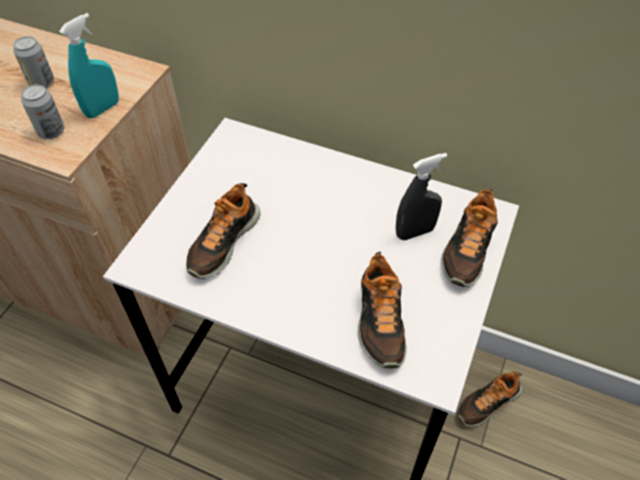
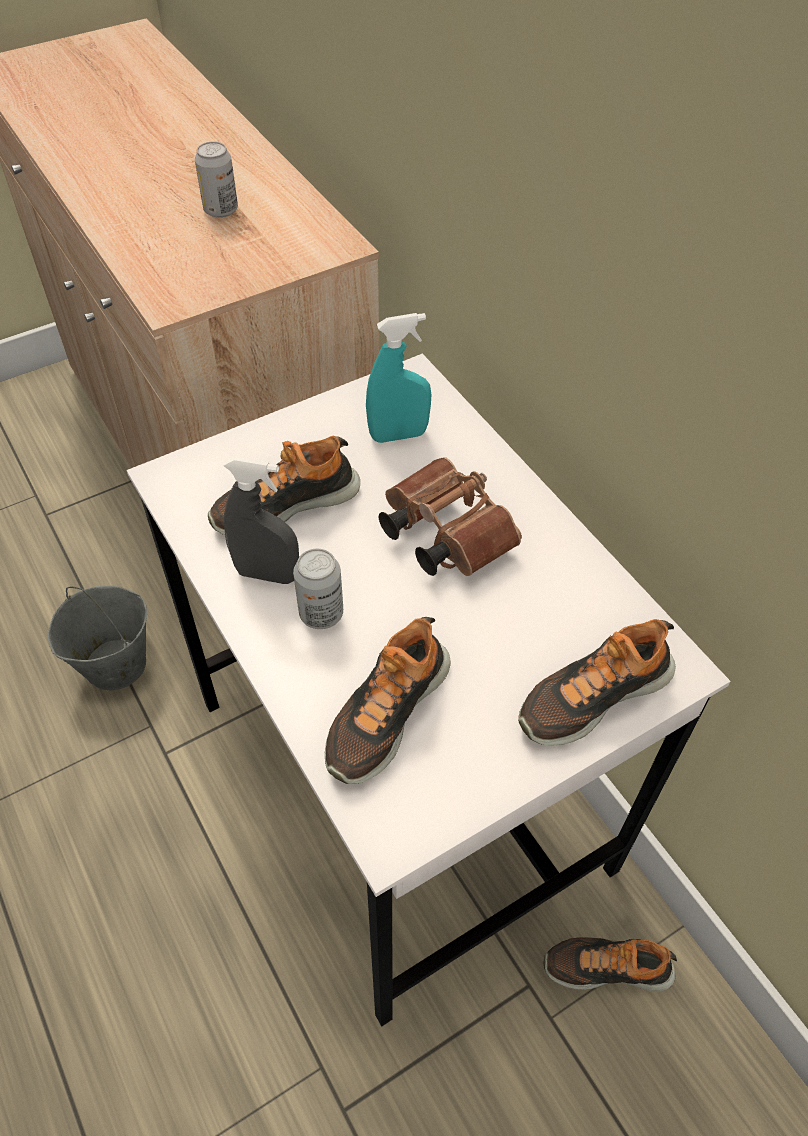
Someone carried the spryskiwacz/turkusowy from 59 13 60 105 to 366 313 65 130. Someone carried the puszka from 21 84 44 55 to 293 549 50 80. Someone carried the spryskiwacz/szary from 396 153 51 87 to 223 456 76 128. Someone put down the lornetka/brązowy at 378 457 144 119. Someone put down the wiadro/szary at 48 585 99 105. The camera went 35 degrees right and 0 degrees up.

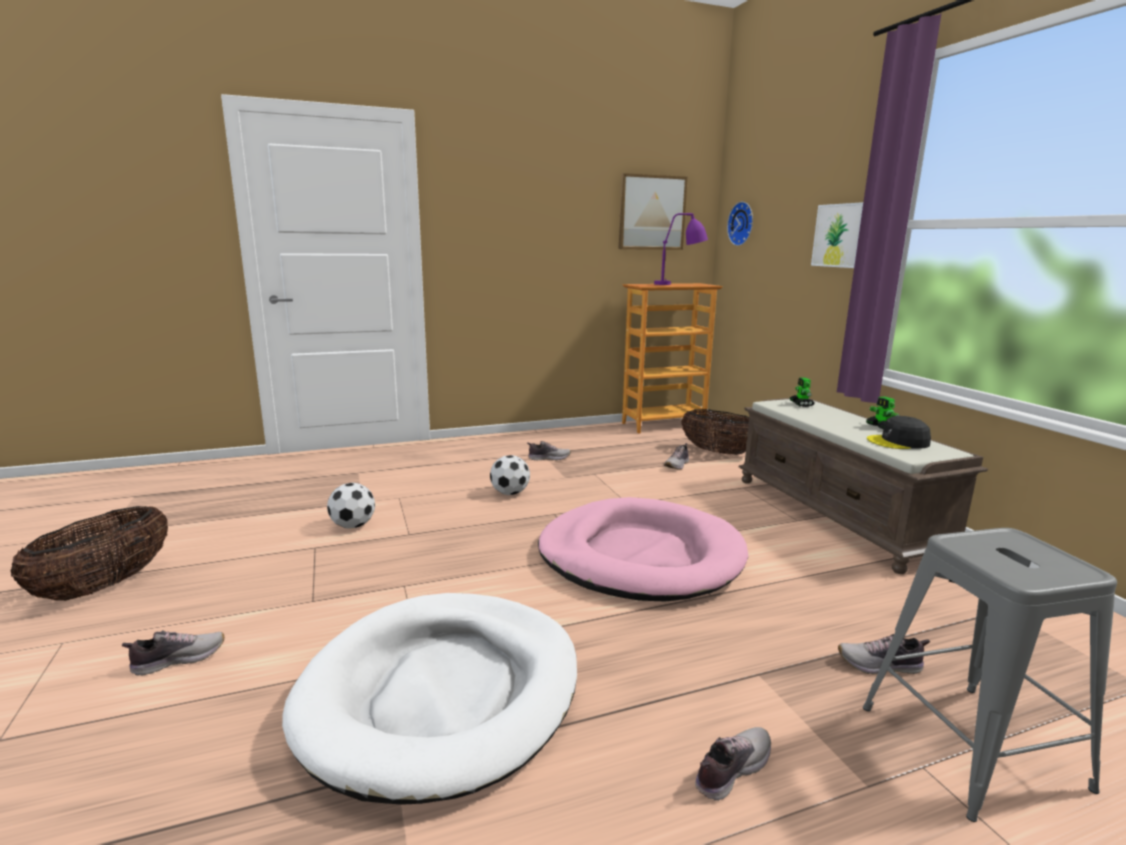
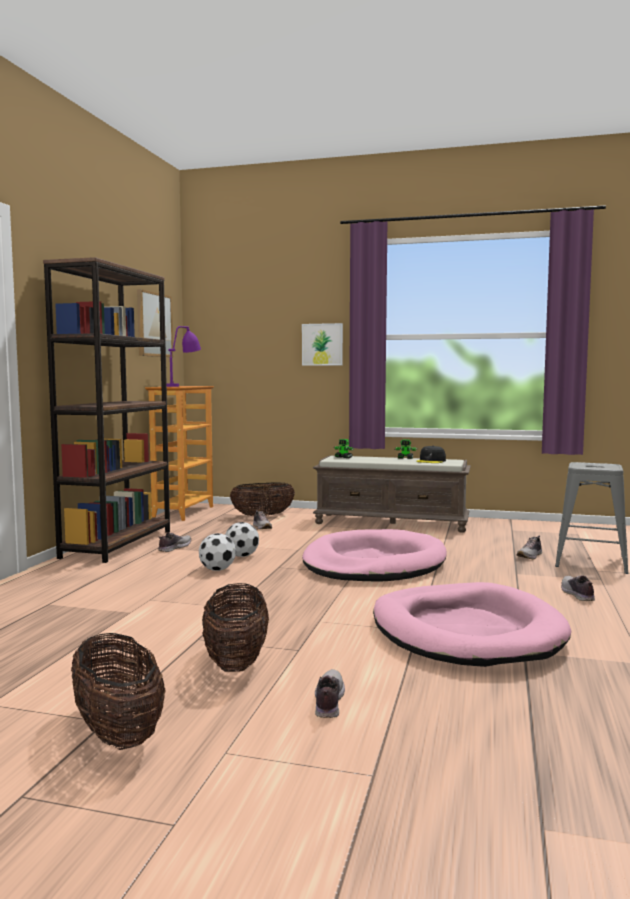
Someone took away the zegar ścienny at 727 202 26 44. Someone carried the piłka futbolowa from 327 483 48 46 to 225 522 34 35. Someone repainted the legowisko/biały at 282 593 295 212, which became the legowisko/różowy at 373 582 198 85. Someone put down the regał/brązowy at 43 257 127 306. Someone put down the koszyk at 202 583 67 89. The camera went 55 degrees left and 10 degrees down.

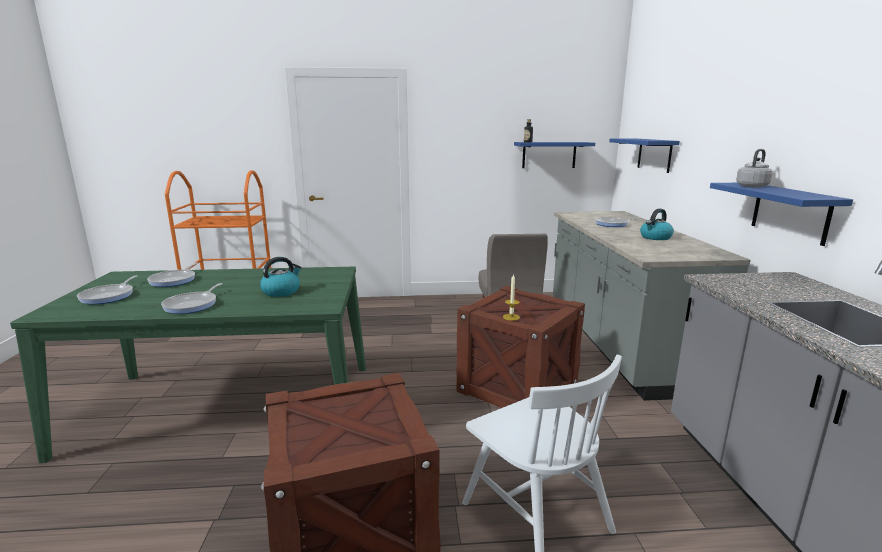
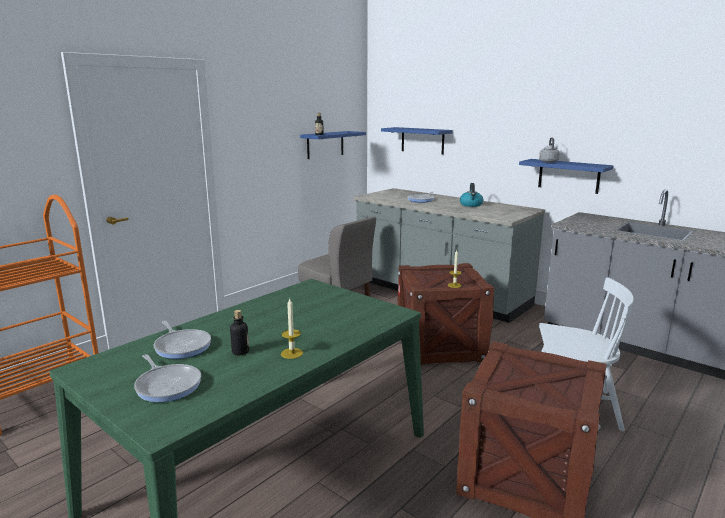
Someone took away the czajnik at 260 257 42 40. Someone swapped the patelnia at 161 283 62 31 for the świeca at 281 299 22 60. Someone put down the butelka at 230 310 19 45. The camera went 45 degrees left and 0 degrees up.

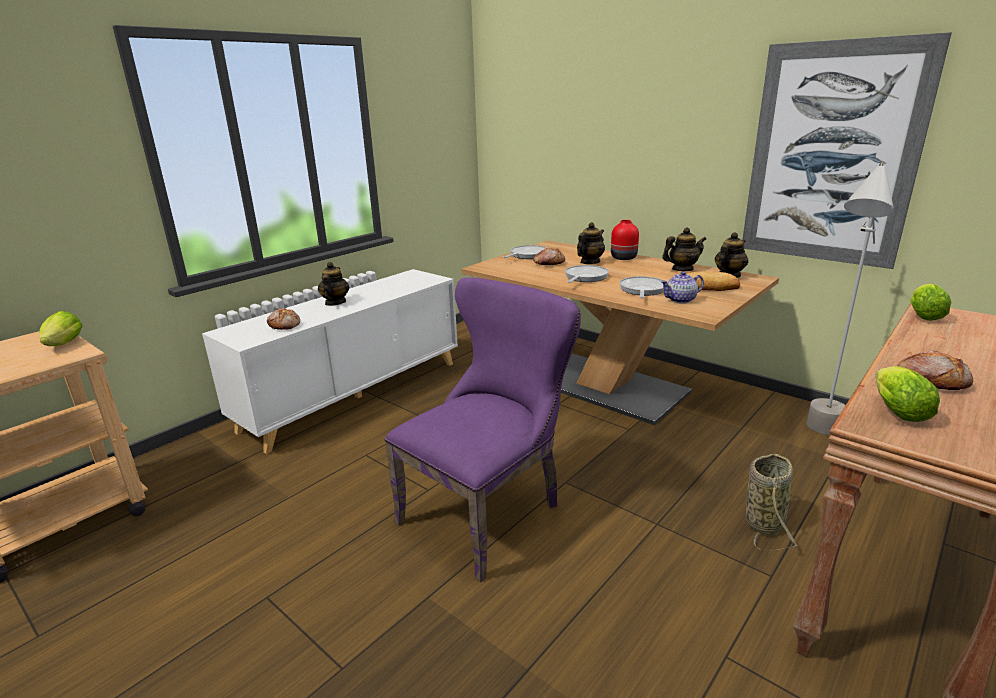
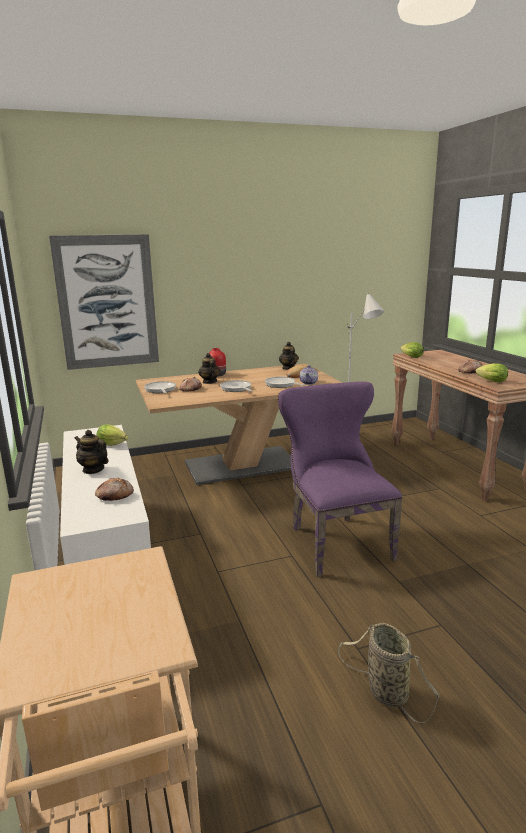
Someone carried the obraz from 742 32 210 237 to 49 234 110 136. Someone took away the imbryk at 662 227 44 44. Someone carried the sałata from 40 311 43 35 to 96 424 32 22. Someone carried the koszyk from 745 454 54 97 to 338 623 102 100. The camera went 60 degrees left and 5 degrees down.

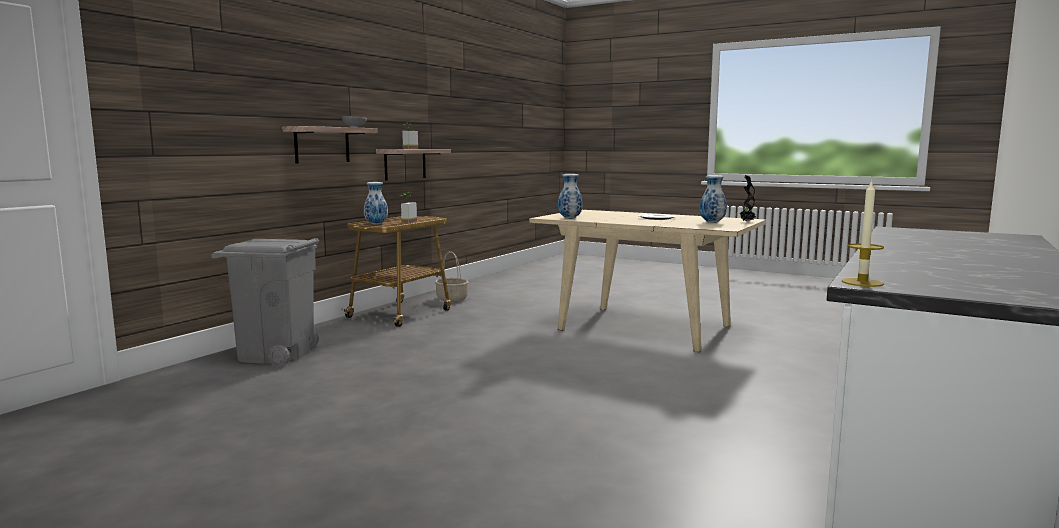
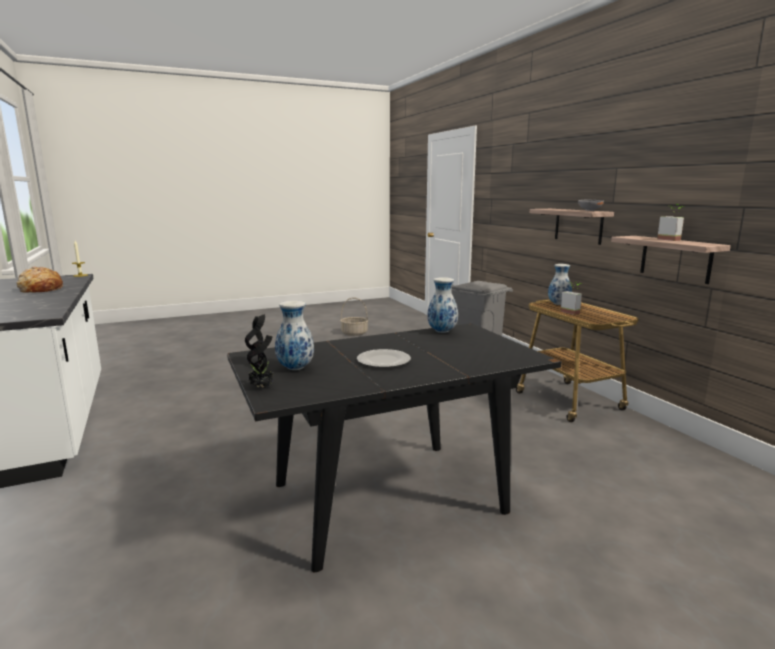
Someone repainted the stół jadalny/beżowy at 529 210 237 142, which became the stół jadalny/czarny at 227 323 335 250. Someone carried the koszyk from 435 251 34 51 to 340 298 28 38. Someone put down the chleb at 16 266 47 27. The camera went 125 degrees right and 5 degrees up.

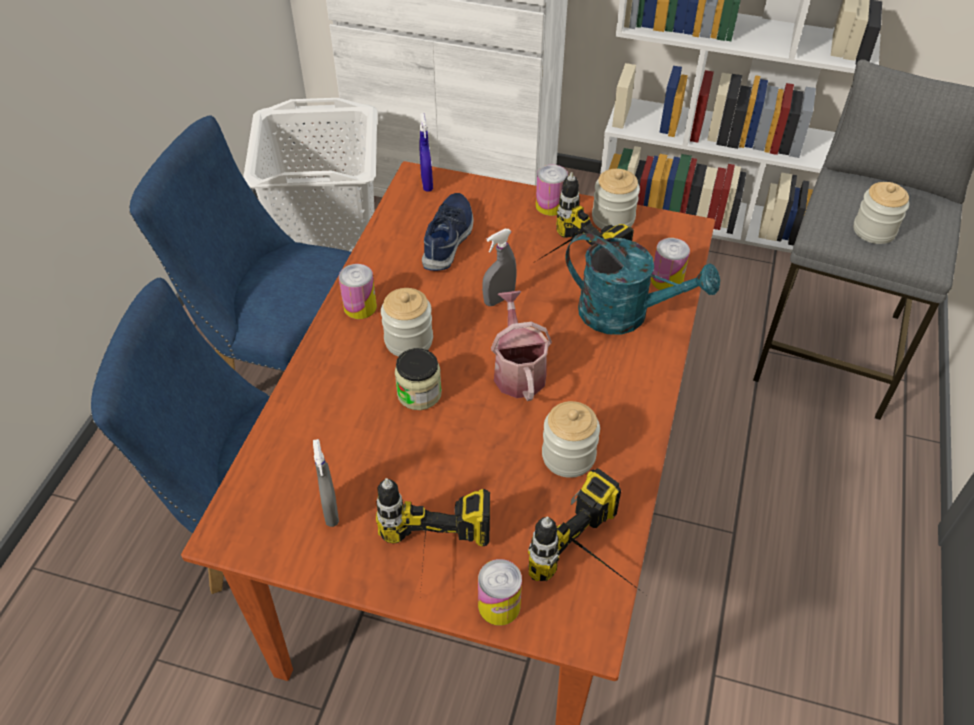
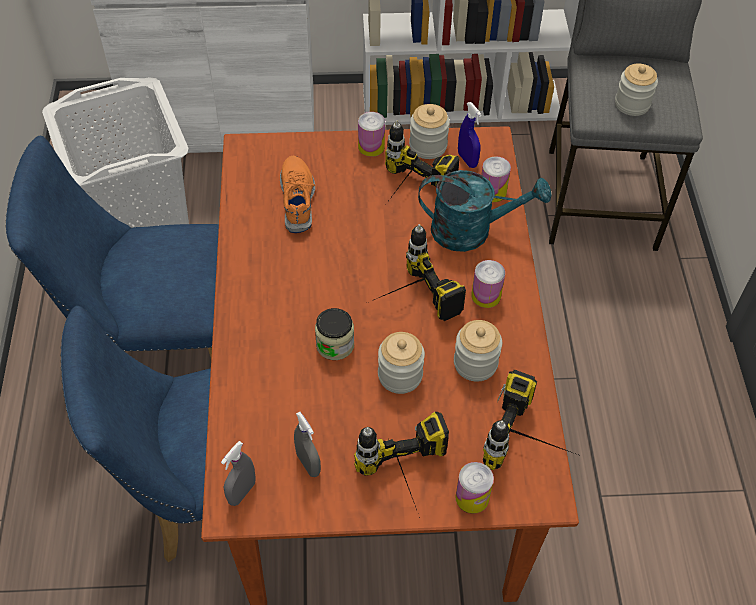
Someone carried the spryskiwacz/niebieski from 419 113 14 79 to 458 102 24 66. Someone repainted the but/niebieski at 422 193 51 78, which became the but/pomarańczowy at 280 155 35 78. Someone carried the spryskiwacz/szary from 482 229 35 77 to 221 441 35 65. Someone carried the puszka from 339 264 38 55 to 471 260 34 48. Someone carried the słoik from 381 288 52 69 to 378 332 47 62. Someone swapped the konewka at 491 291 61 110 for the wiertarka at 367 224 99 97. The camera went 20 degrees left and 5 degrees up.

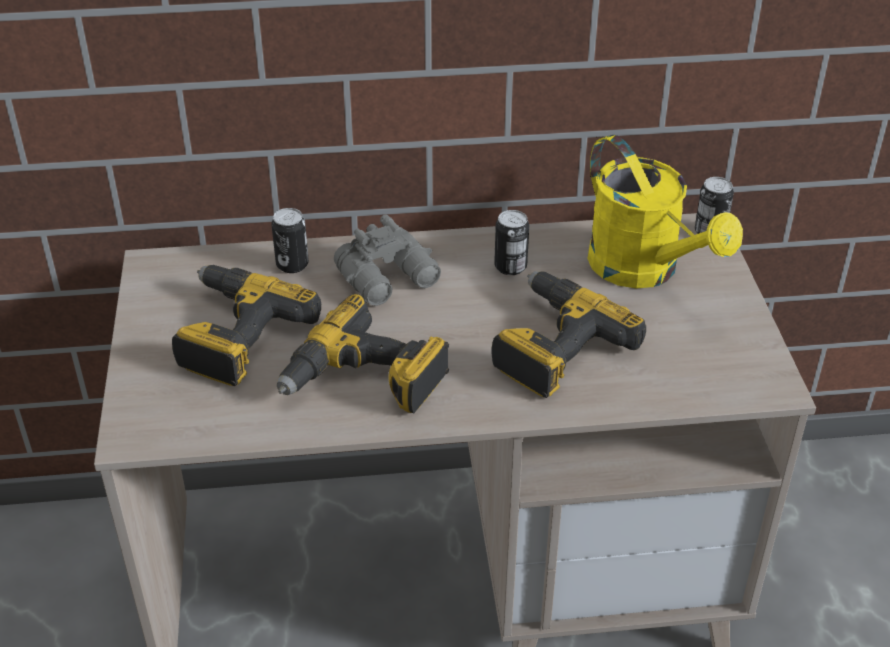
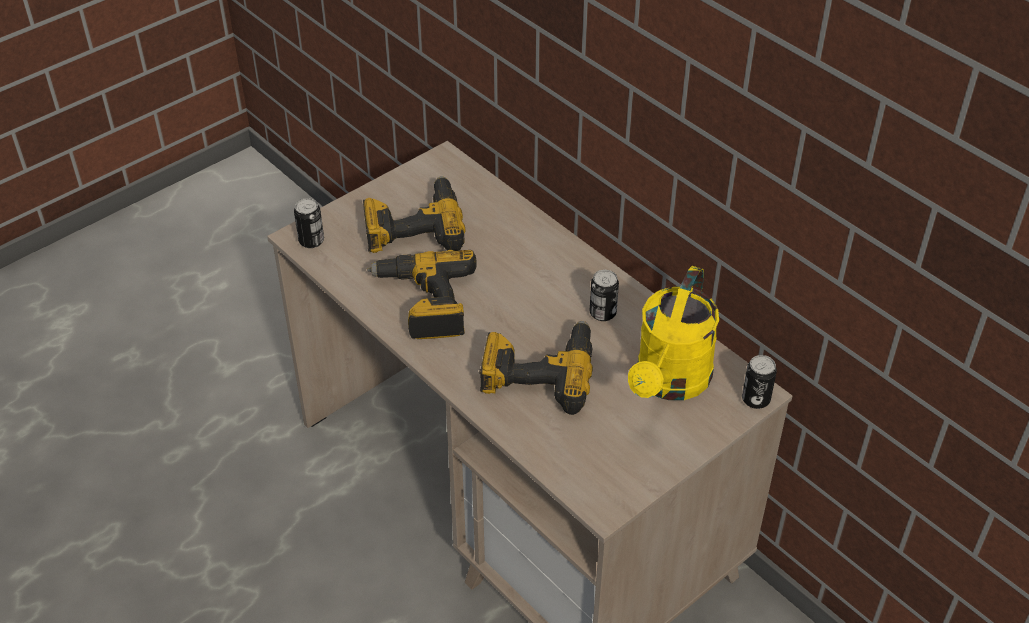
Someone carried the puszka from 271 208 38 65 to 294 198 30 50. Someone took away the lornetka/szary at 334 214 107 92. The camera went 55 degrees right and 5 degrees up.

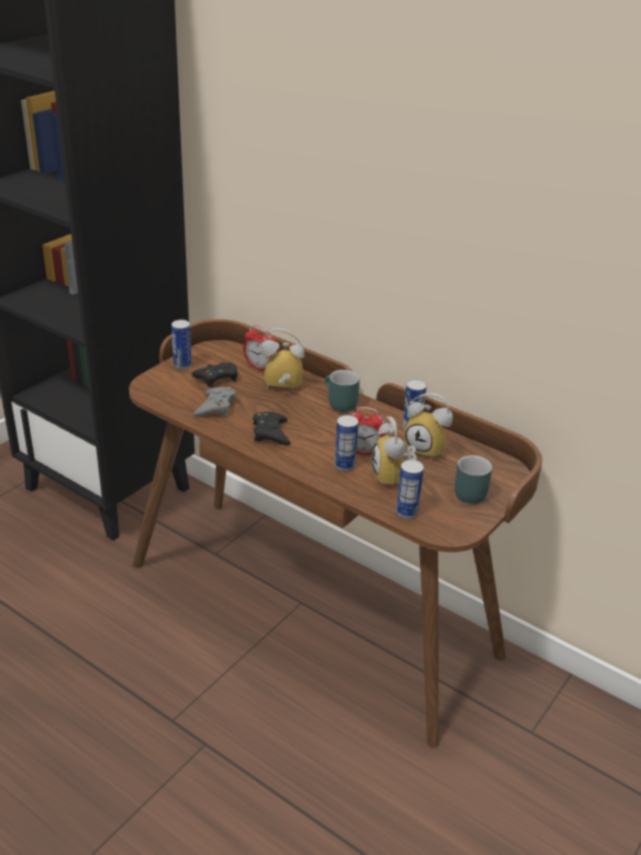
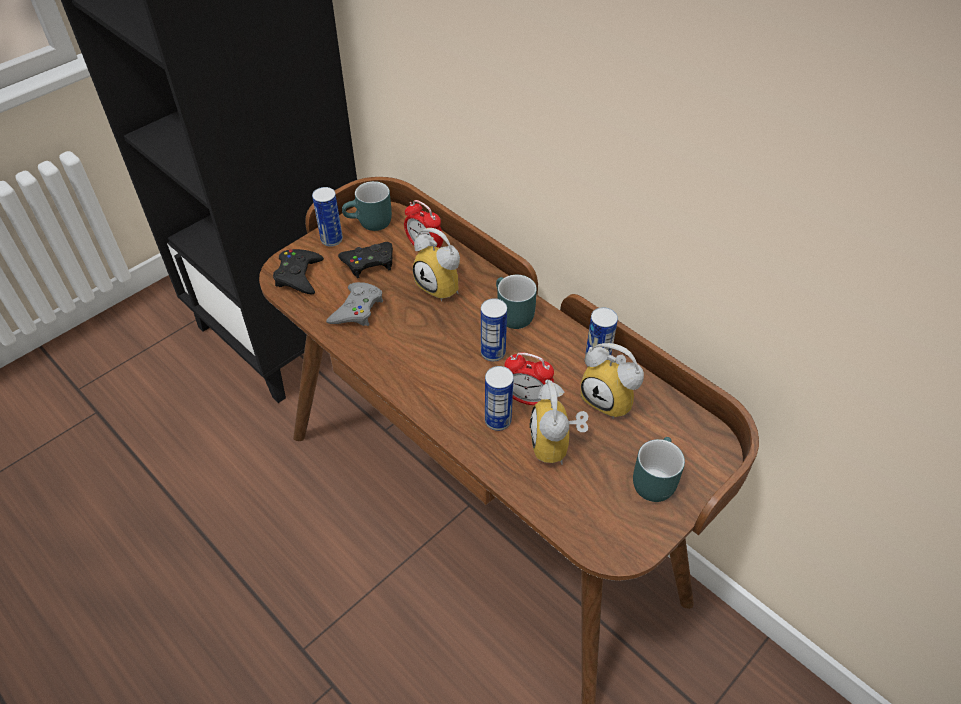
Someone rotated the budzik at 261 328 43 63 by 150 degrees counterclockwise. Someone carried the pad do gier/czarny from 253 411 38 34 to 273 249 51 45. Someone carried the puszka from 396 459 28 60 to 481 298 26 64. Someone put down the kubek/turkusowy at 342 181 50 50. The camera went 10 degrees right and 15 degrees up.

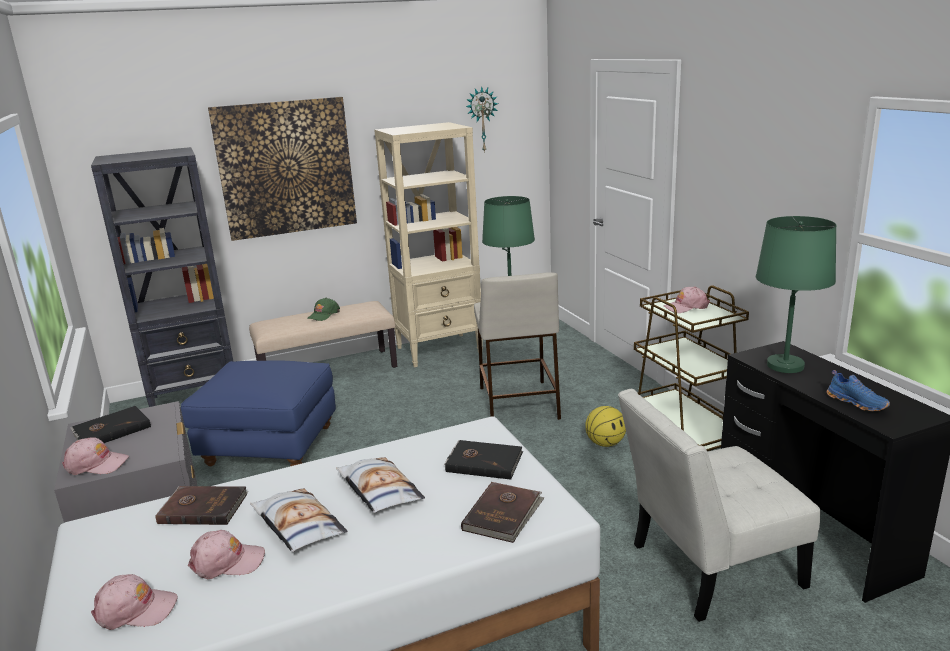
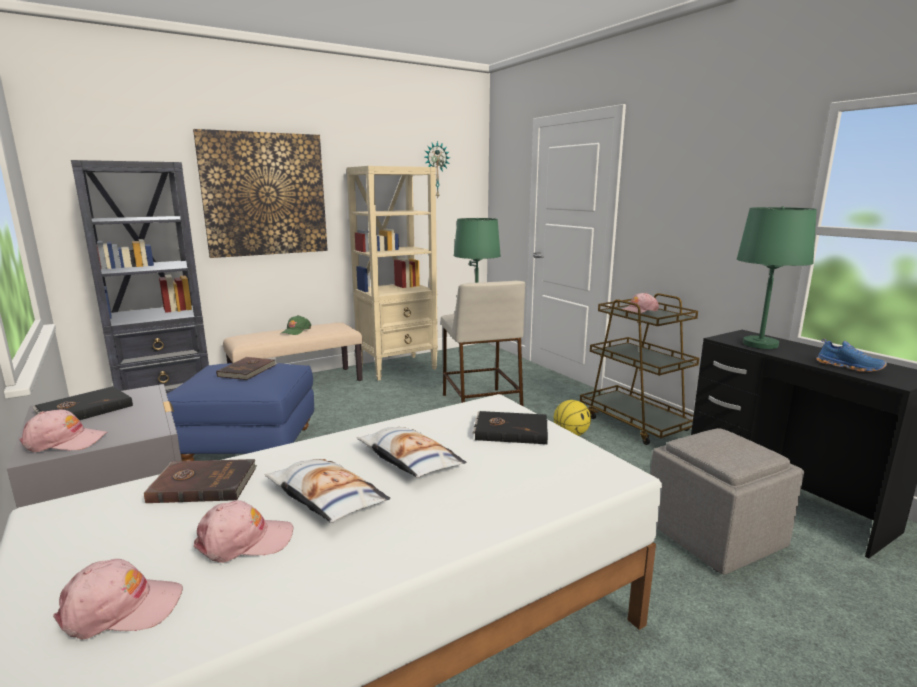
Someone swapped the krzesło/biały at 618 389 202 233 for the pufa/szary at 650 428 154 147. Someone carried the książka/brązowy from 461 482 84 61 to 216 357 62 23. The camera went 10 degrees left and 5 degrees down.

